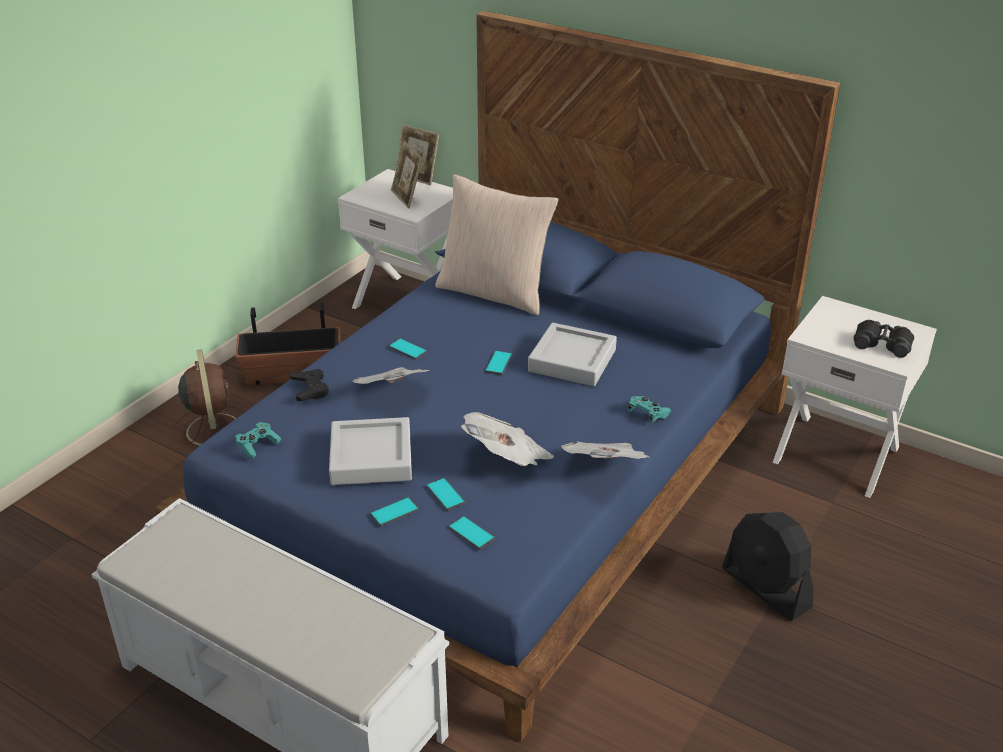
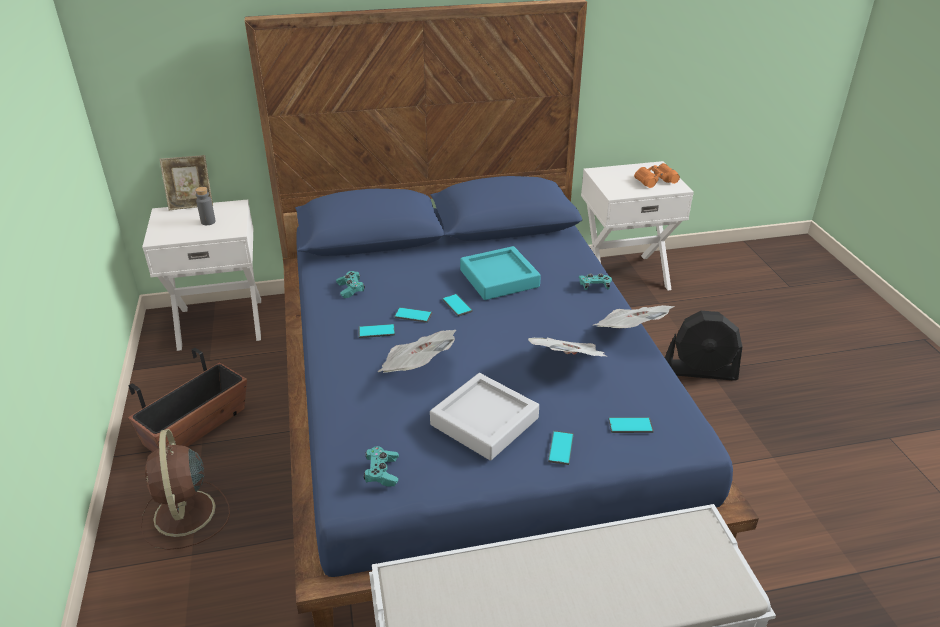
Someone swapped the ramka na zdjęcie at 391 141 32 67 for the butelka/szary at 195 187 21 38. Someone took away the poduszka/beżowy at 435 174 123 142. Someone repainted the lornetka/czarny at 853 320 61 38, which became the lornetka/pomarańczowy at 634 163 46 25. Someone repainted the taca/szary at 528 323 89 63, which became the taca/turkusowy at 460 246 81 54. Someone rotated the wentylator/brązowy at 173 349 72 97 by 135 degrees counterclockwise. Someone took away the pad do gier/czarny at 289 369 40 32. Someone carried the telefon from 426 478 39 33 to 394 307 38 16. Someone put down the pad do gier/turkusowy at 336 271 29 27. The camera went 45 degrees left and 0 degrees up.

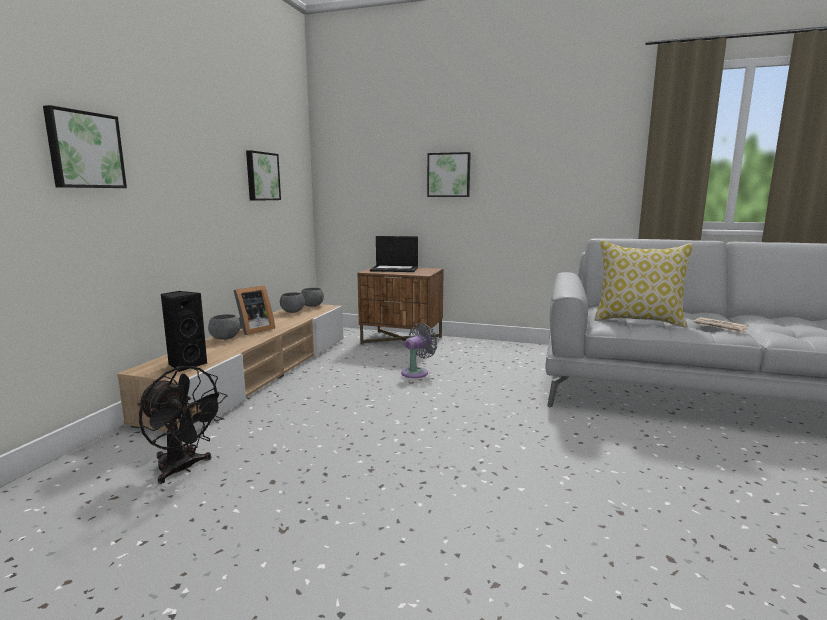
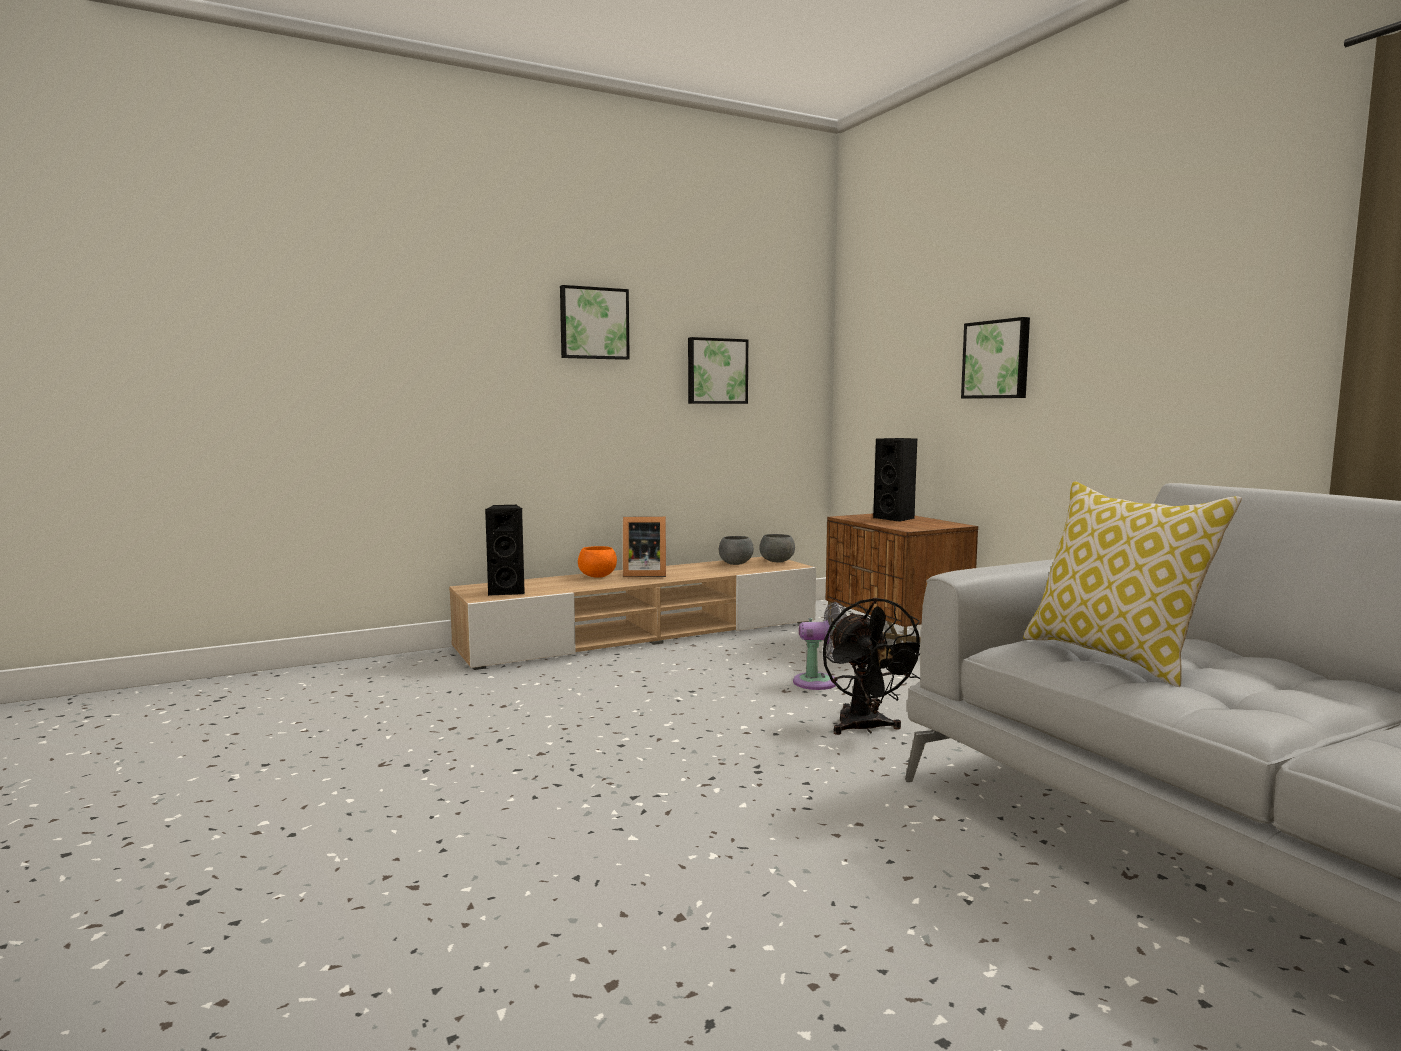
Someone carried the obraz from 43 105 84 83 to 560 285 70 75. Someone swapped the laptop at 370 236 48 36 for the głośnik/czarny at 873 438 44 84. Someone repainted the miska/szary at 208 314 32 26, which became the miska/pomarańczowy at 578 546 39 31. Someone took away the gazeta at 694 317 54 17. Someone carried the wentylator/czarny from 138 366 89 118 to 823 597 97 138. The camera went 45 degrees right and 5 degrees down.

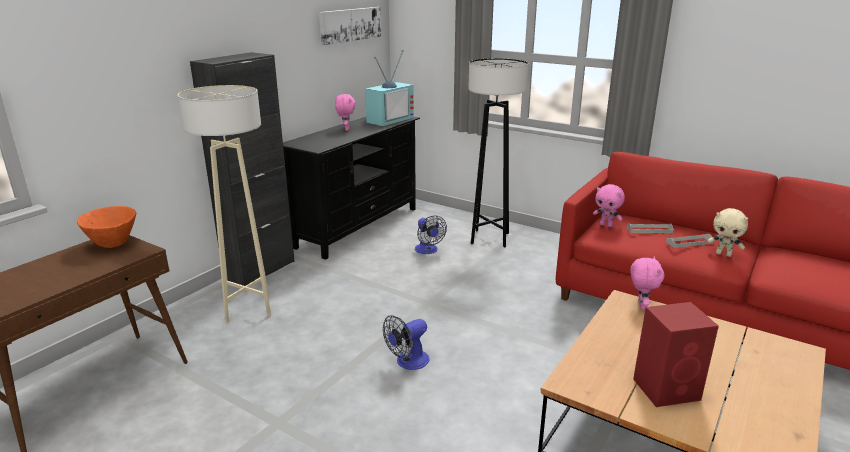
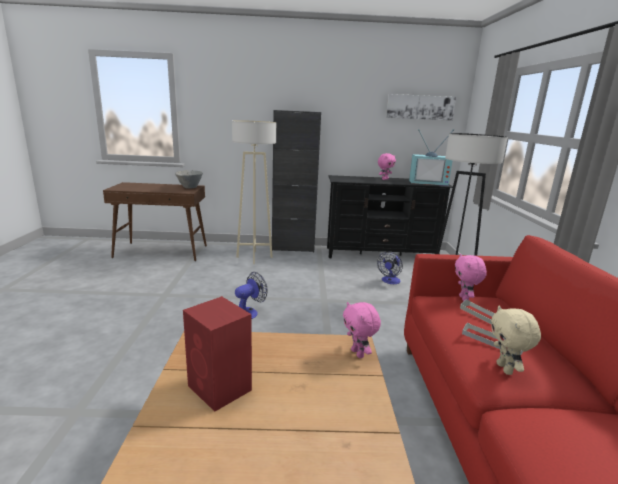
Someone repainted the miska/pomarańczowy at 77 206 59 42, which became the miska/szary at 175 170 28 19. Someone rotated the pluszak/różowy at 630 256 34 54 by 90 degrees clockwise. Someone rotated the wentylator at 383 315 47 55 by 120 degrees clockwise. The camera went 55 degrees right and 5 degrees down.

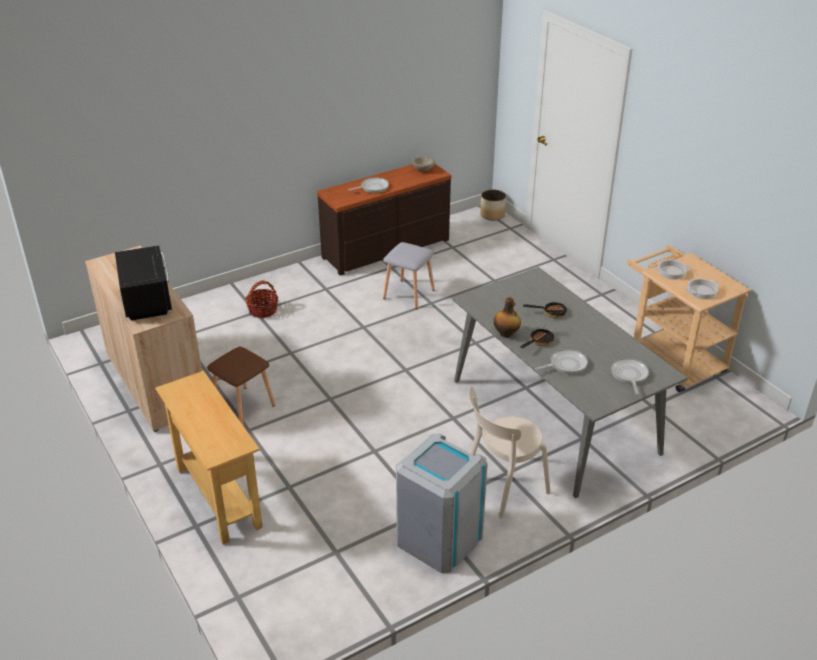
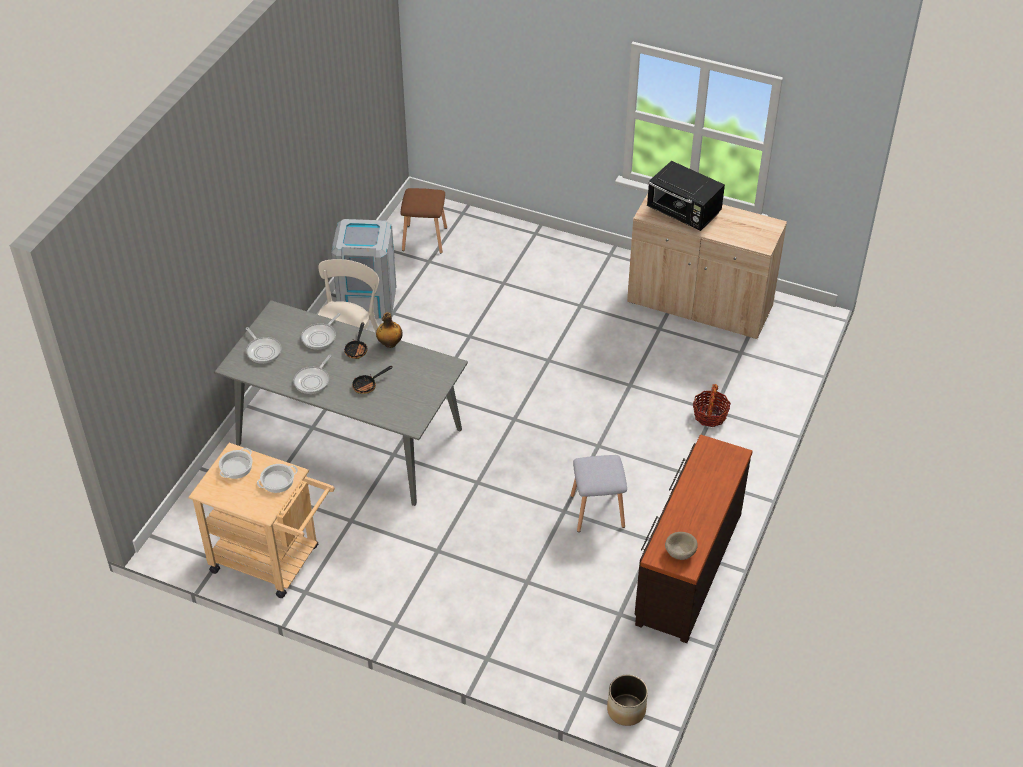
Someone carried the patelnia from 348 177 41 16 to 294 355 37 39. Someone carried the stołek/brązowy from 207 347 68 79 to 401 188 46 65. Someone took away the stolik konsolowy/beżowy at 156 371 107 174. The camera went 145 degrees right and 10 degrees up.

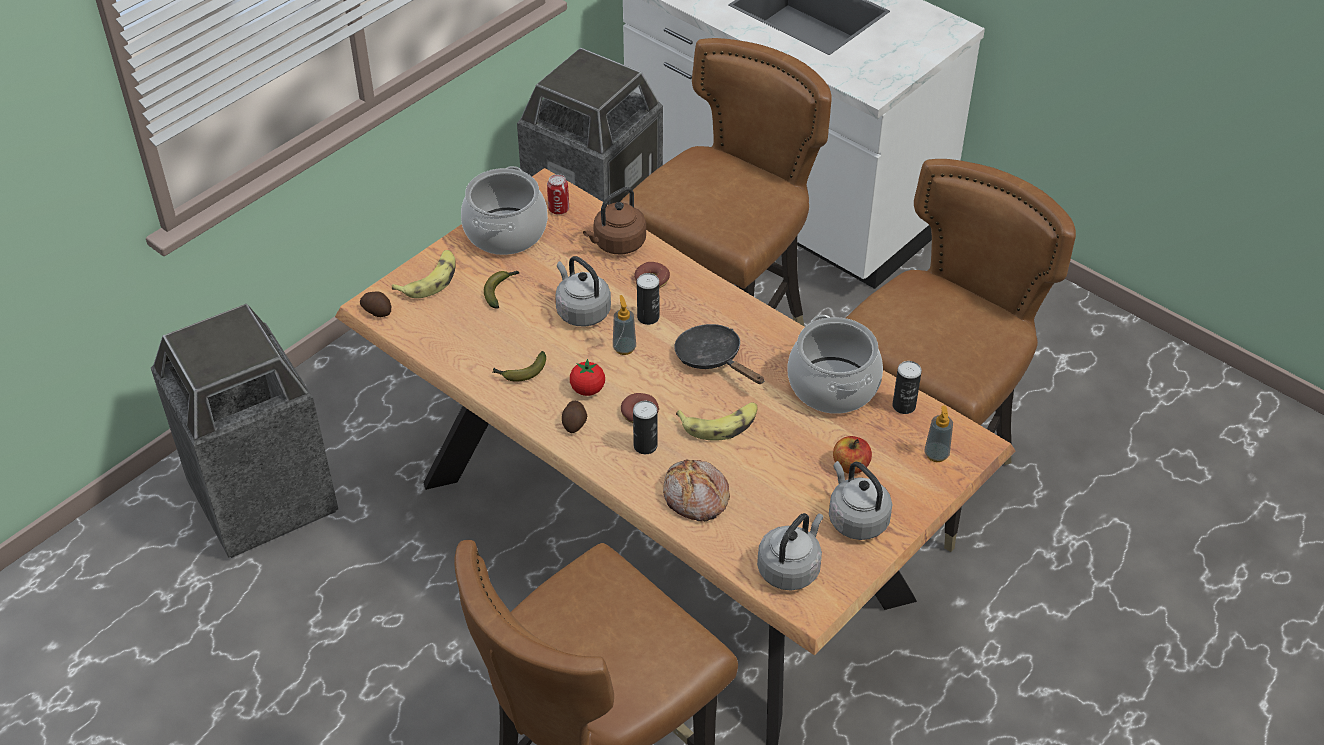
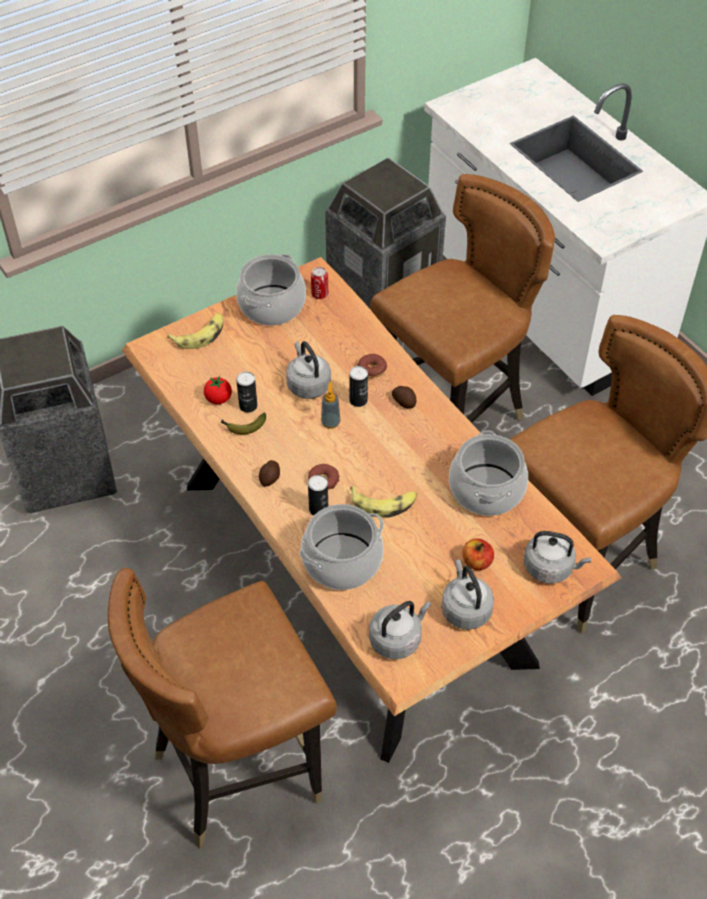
Someone took away the czajnik/brązowy at 583 187 63 68. Someone took away the banan at 484 271 35 38. Someone carried the ziemniak from 360 292 31 25 to 392 386 24 22. Someone took away the patelnia/czarny at 674 324 90 60. Someone carried the pomidor from 570 359 35 37 to 204 376 28 28. Someone carried the puszka from 892 361 30 53 to 236 372 21 40. Someone swapped the dozownik mydła at 924 405 29 57 for the czajnik/szary at 524 531 67 53. Someone swapped the chleb at 663 459 67 62 for the garnek at 299 504 85 86. The camera went 15 degrees right and 5 degrees up.

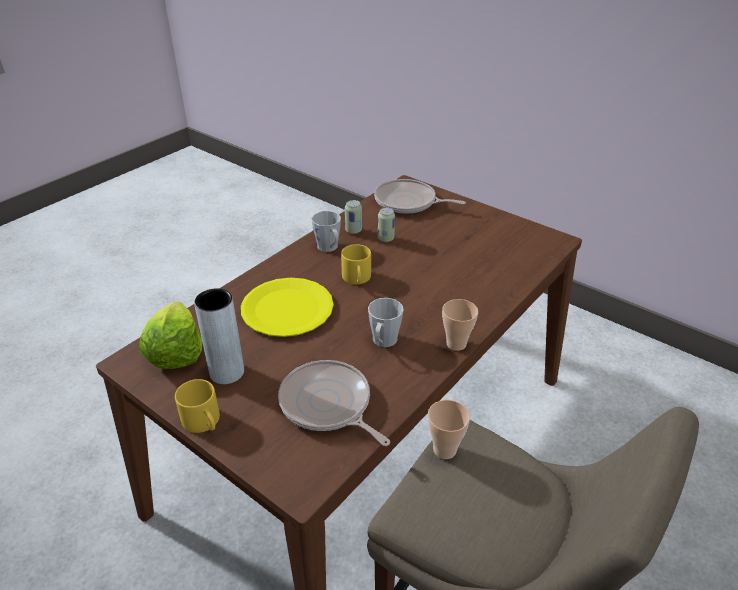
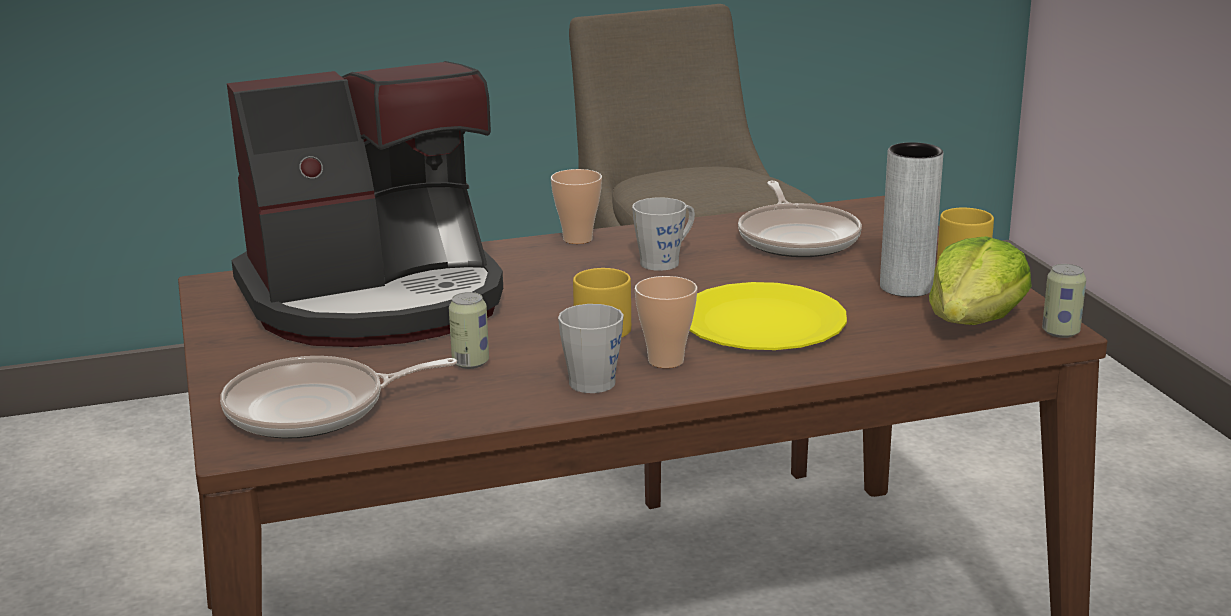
Someone rotated the patelnia at 374 179 92 35 by 105 degrees clockwise. Someone carried the puszka from 345 200 17 34 to 1042 264 44 74. Someone carried the filiżanka from 428 400 42 59 to 635 276 63 92. Someone put down the ekspres do kawy at 227 61 276 286. The camera went 145 degrees left and 15 degrees down.

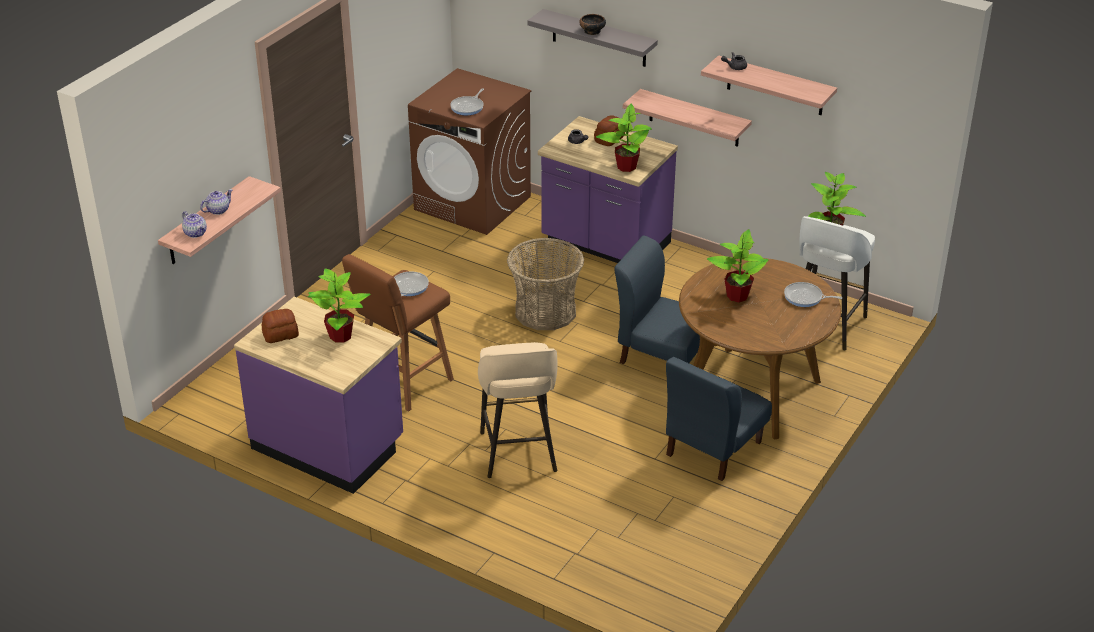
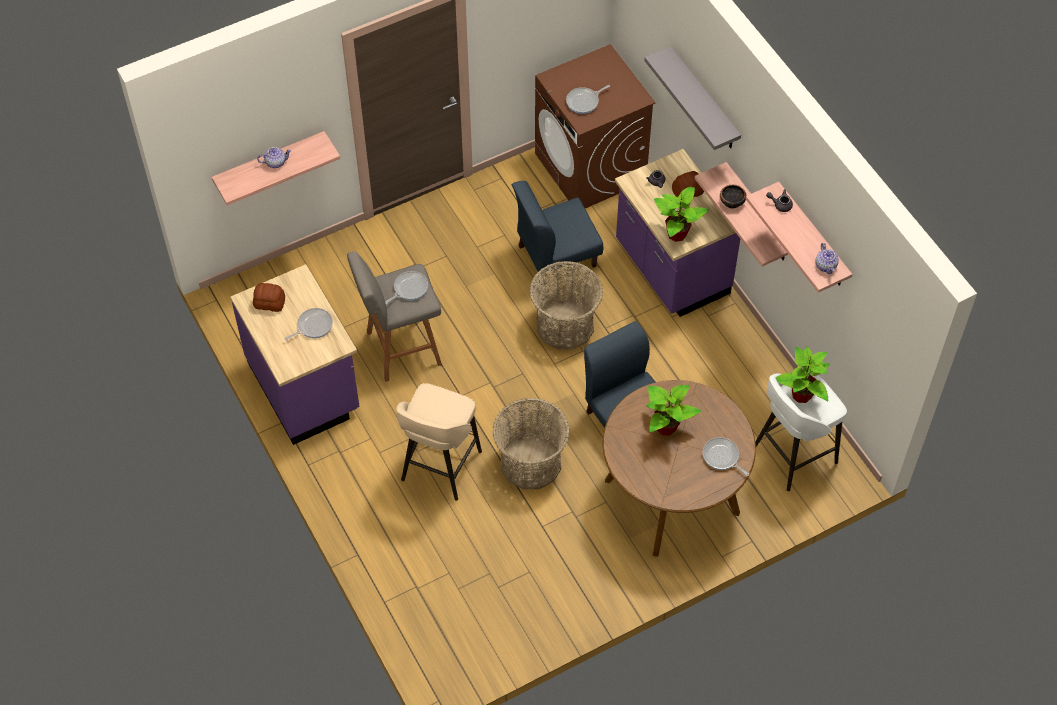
Someone carried the miska from 579 14 27 21 to 720 185 26 24. Someone carried the imbryk from 182 211 25 27 to 816 243 23 31. Someone repainted the stołek/brązowy at 342 254 112 158, which became the stołek/szary at 347 251 95 131. Someone swapped the roślina doniczkowa at 308 268 63 75 for the patelnia at 284 308 49 32. Someone carried the krzesło/niebieski from 666 357 106 124 to 512 181 91 105. Someone put down the koszyk at 492 398 78 92. The camera went 30 degrees right and 20 degrees up.

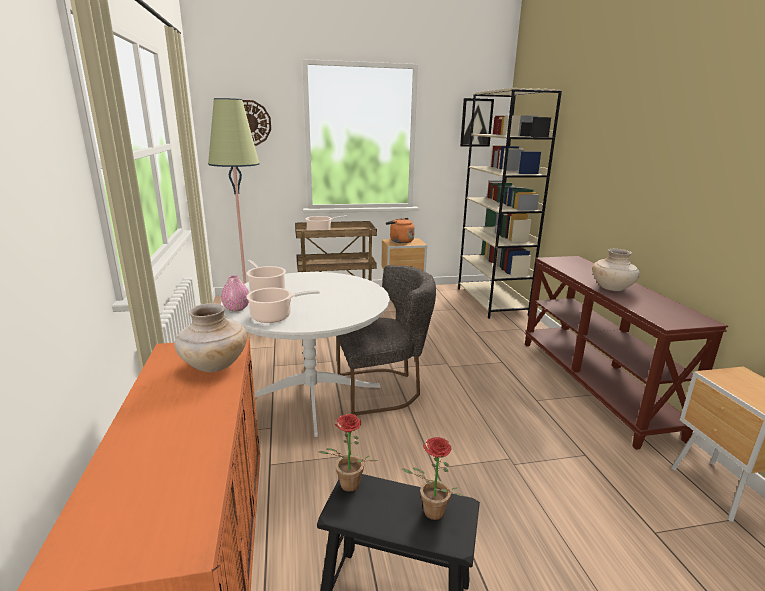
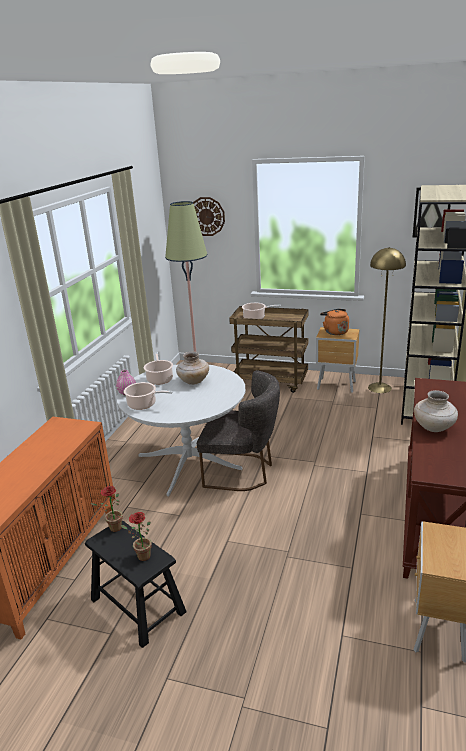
Someone carried the wazon/beżowy from 174 303 73 69 to 176 351 33 34. Someone put down the lampa stojąca/żółty at 368 247 38 146. The camera went 30 degrees right and 5 degrees up.

